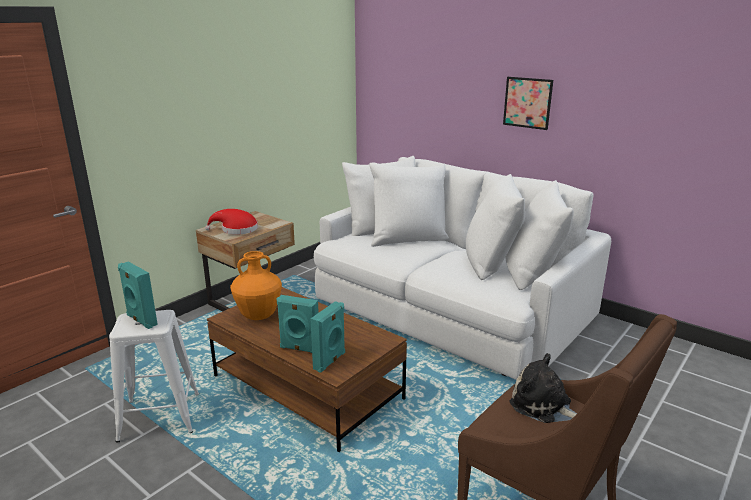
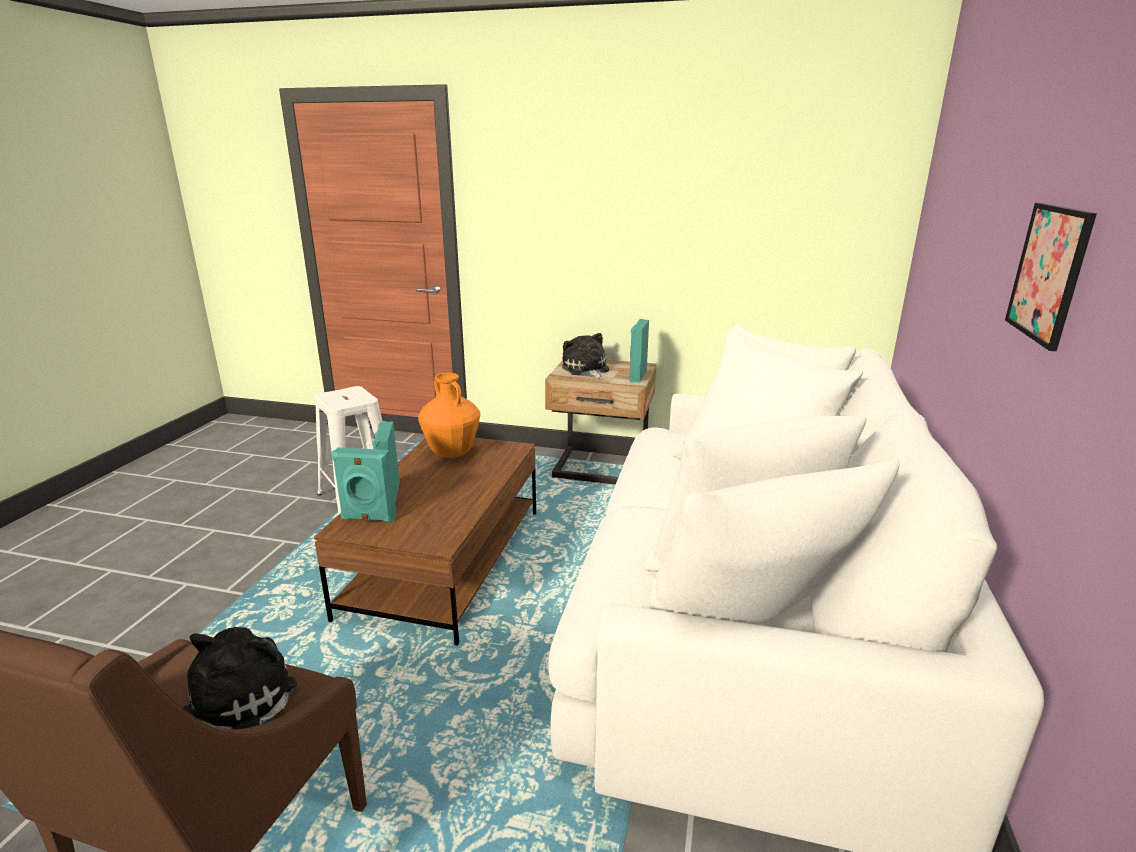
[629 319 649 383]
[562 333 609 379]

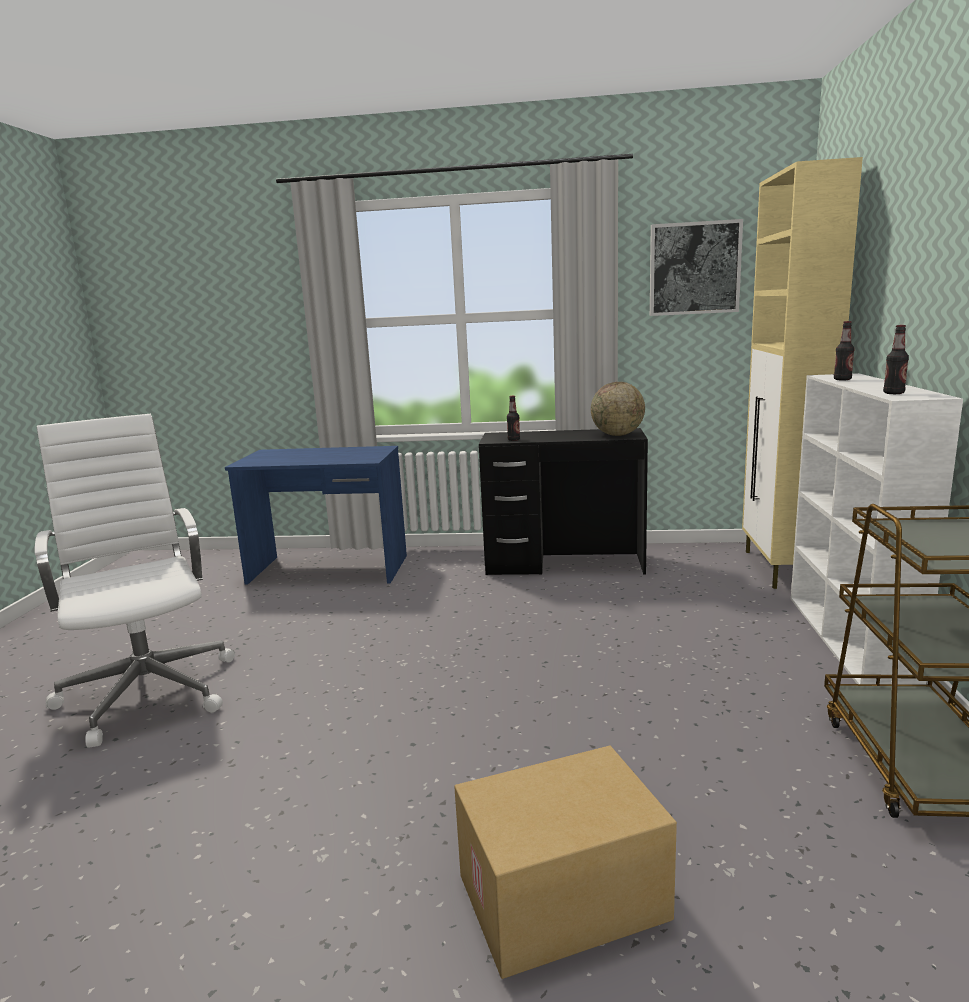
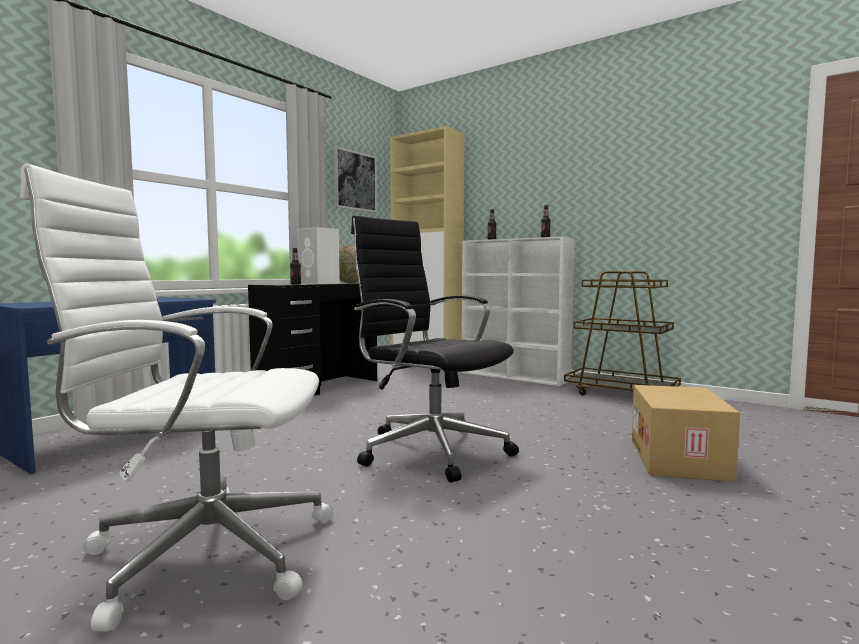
[297 227 340 284]
[351 215 519 483]

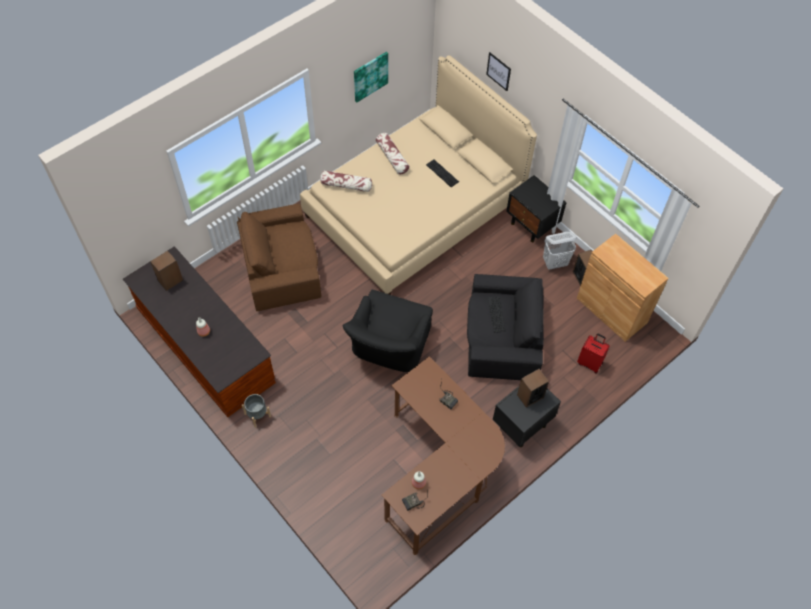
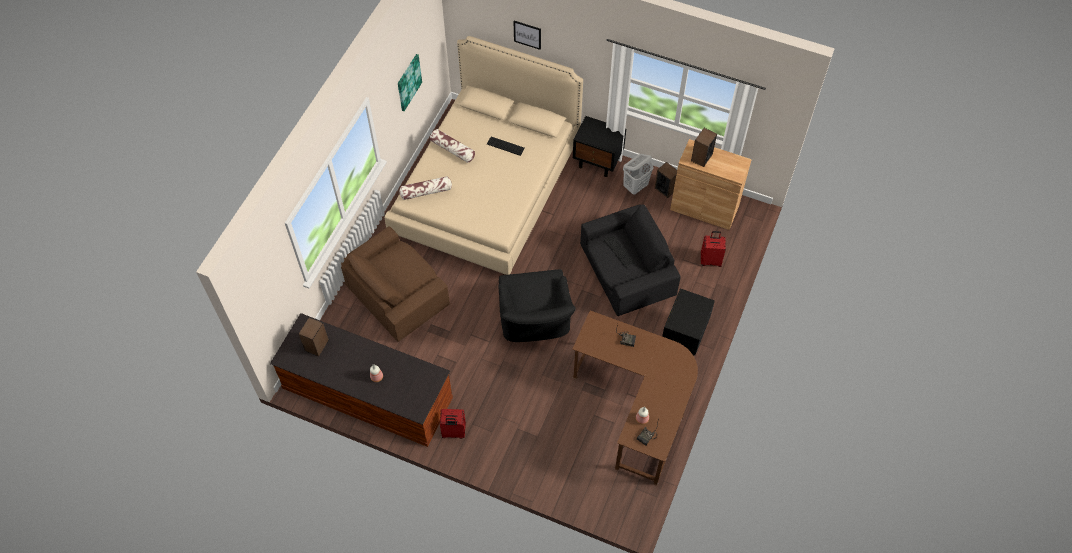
[440 409 466 439]
[691 128 717 167]

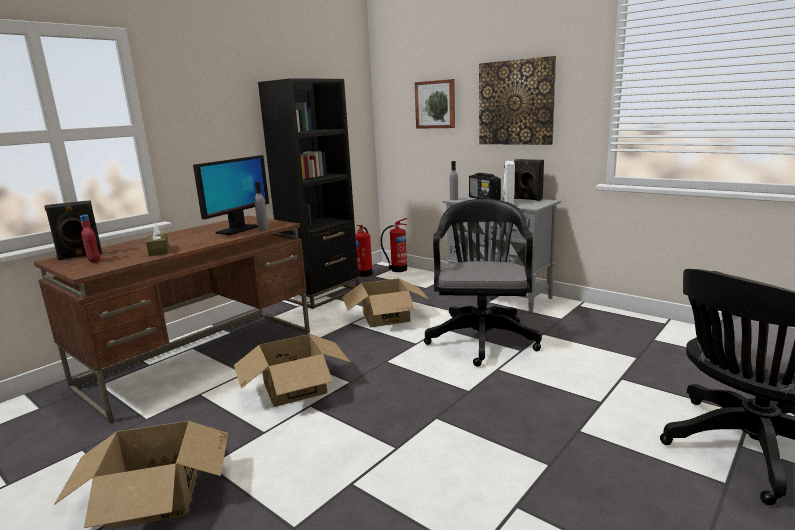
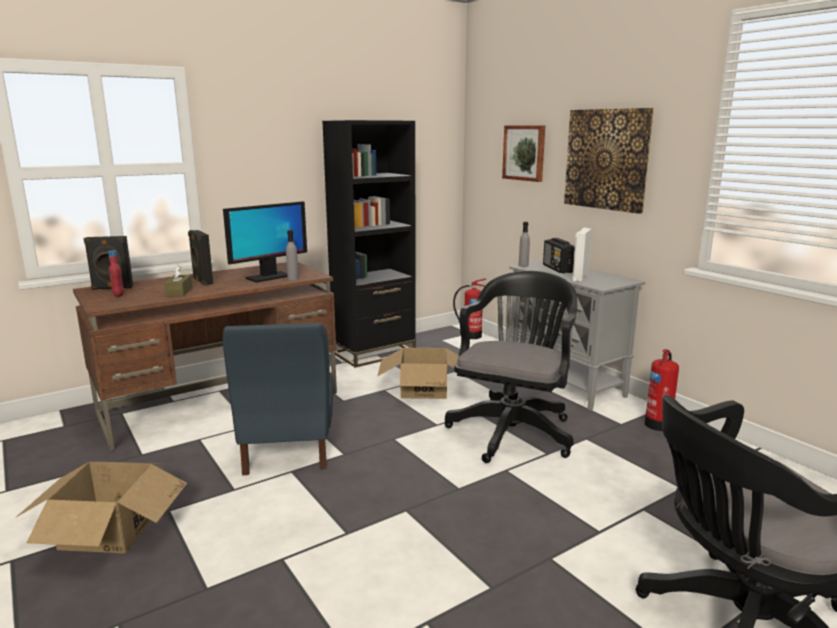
[223 323 333 475]
[644 349 679 431]
[188 230 213 286]

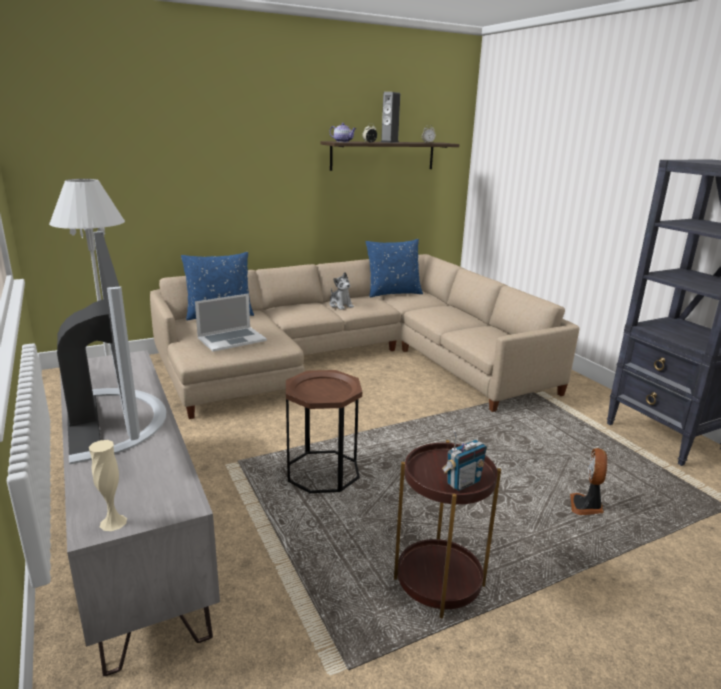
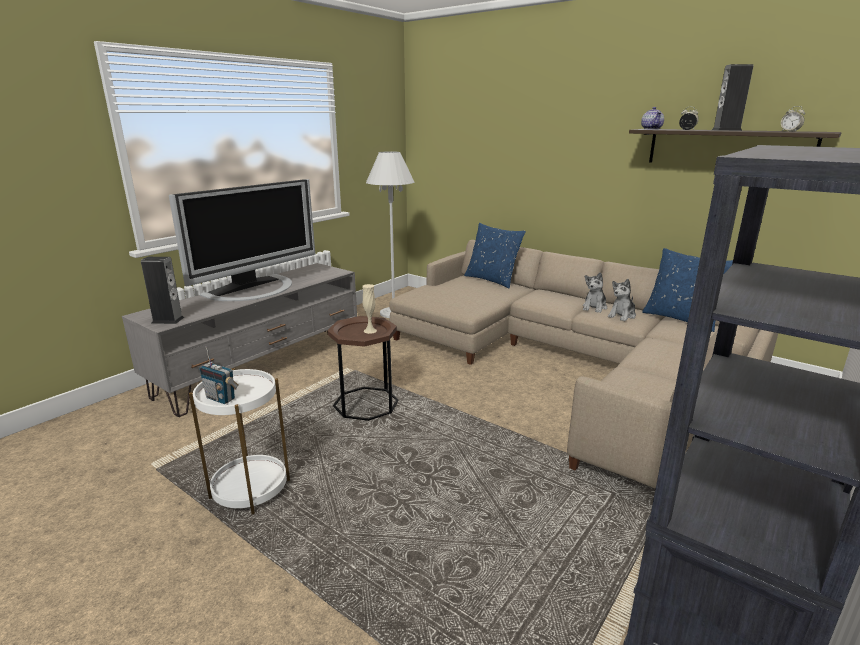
[362 284 377 334]
[195 293 267 352] (first image)
[189 368 290 514]
[570 448 607 515] (first image)
[141 257 184 324]
[608 279 636 321]

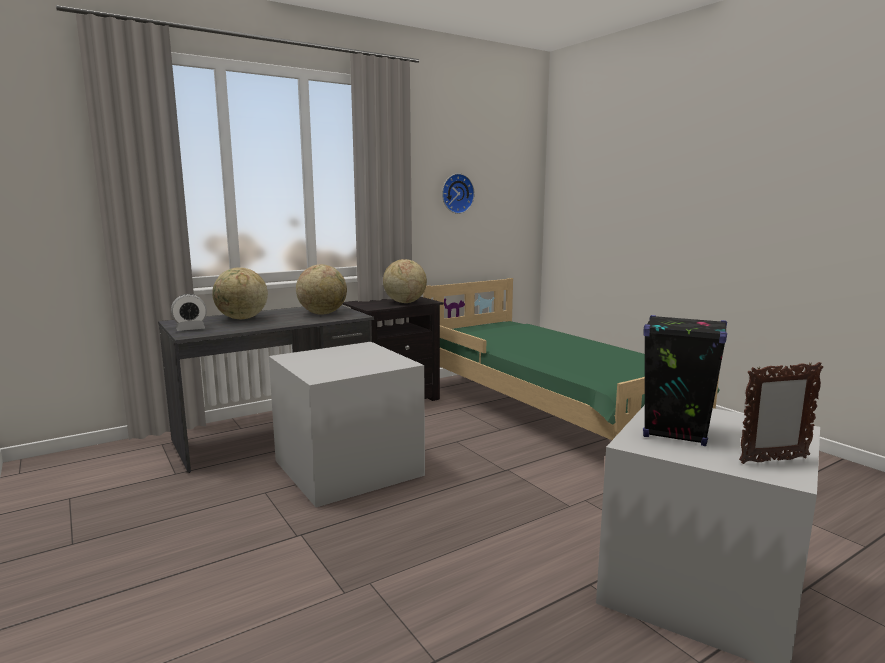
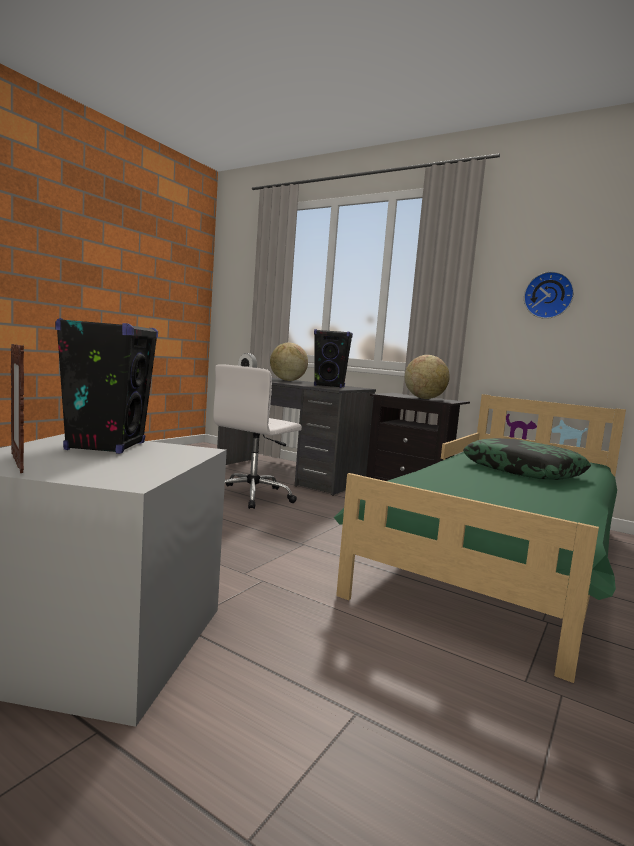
[213 365 302 509]
[314 329 353 388]
[463 438 591 480]

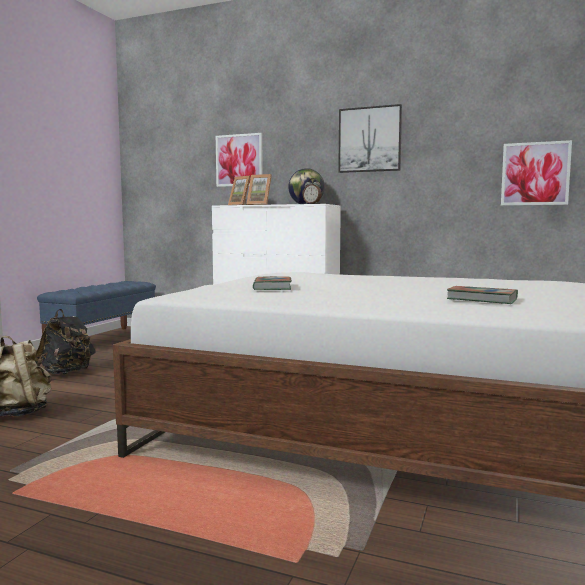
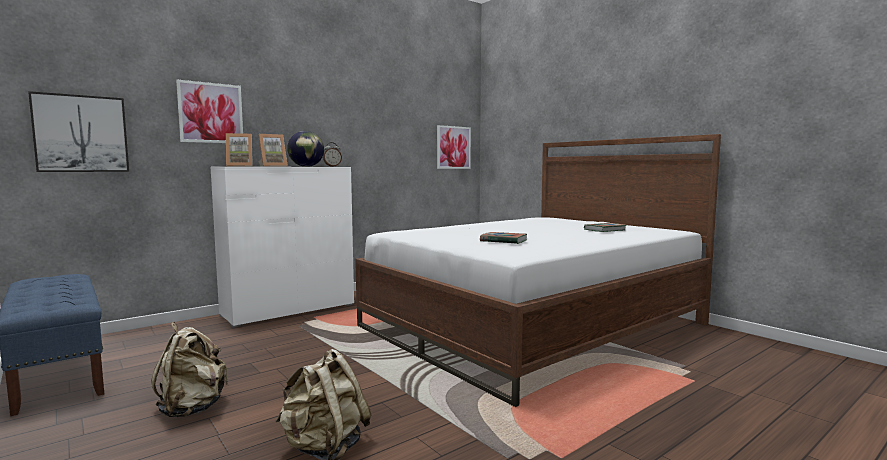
[151 322 228 417]
[28 91 129 172]

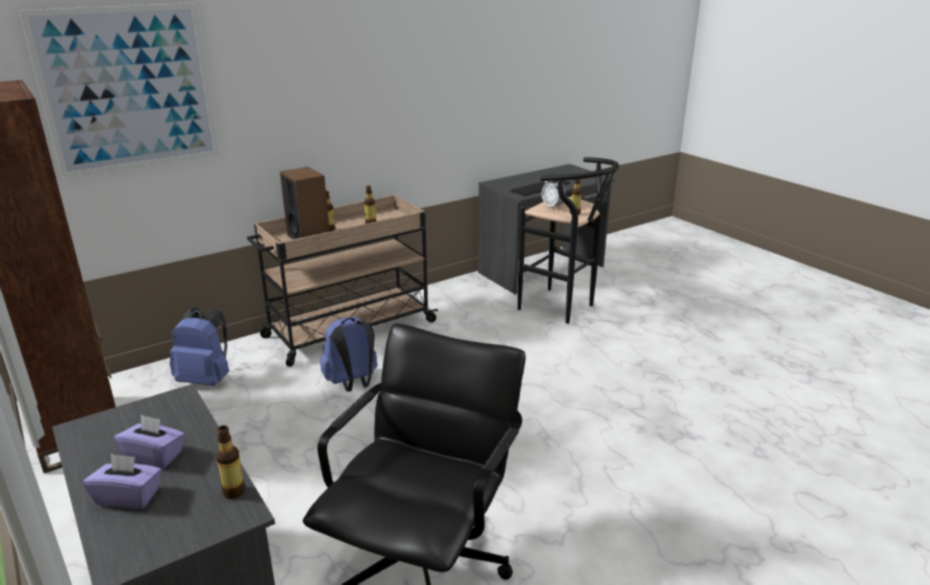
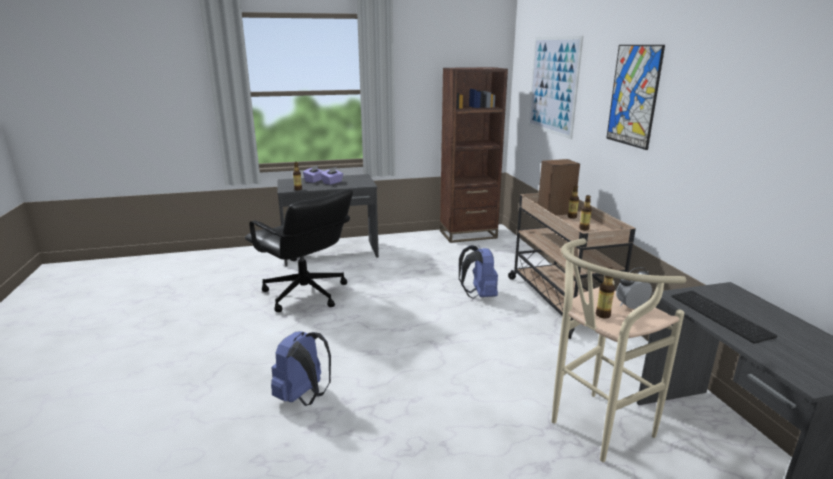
[271 331 331 406]
[552 238 686 462]
[606 45 665 150]

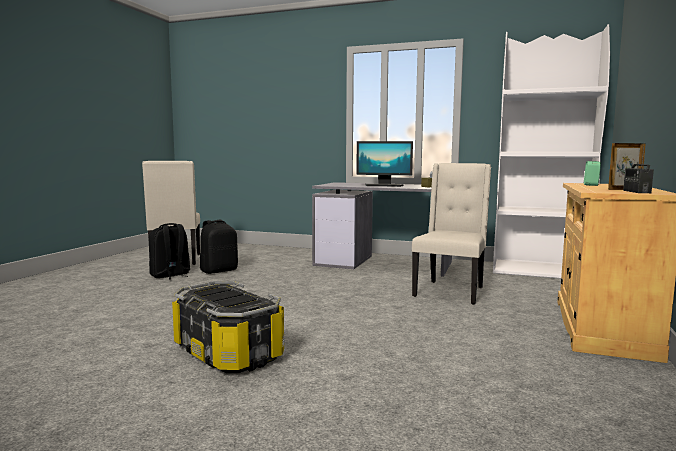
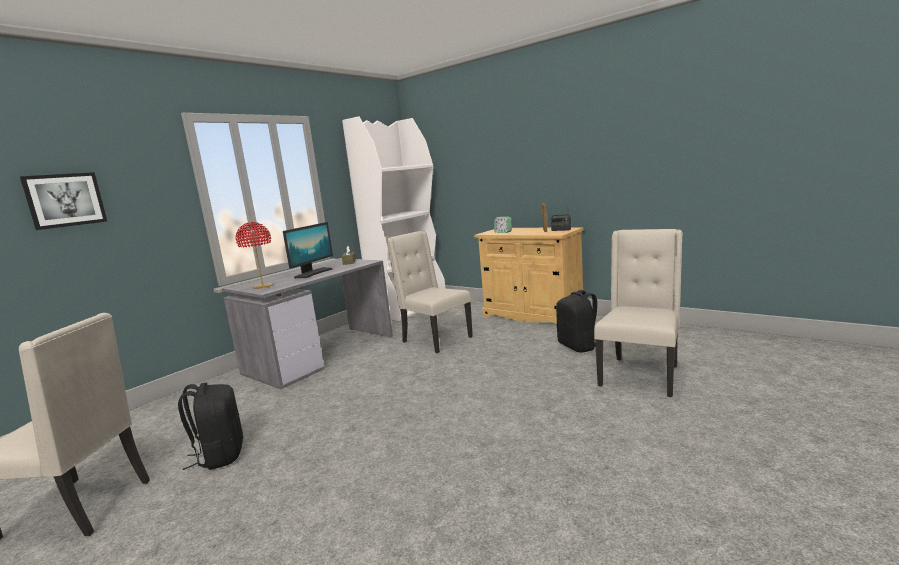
[556 290 597 353]
[172 281 285 373] (first image)
[20 172 107 230]
[236 222 273 289]
[594 229 683 397]

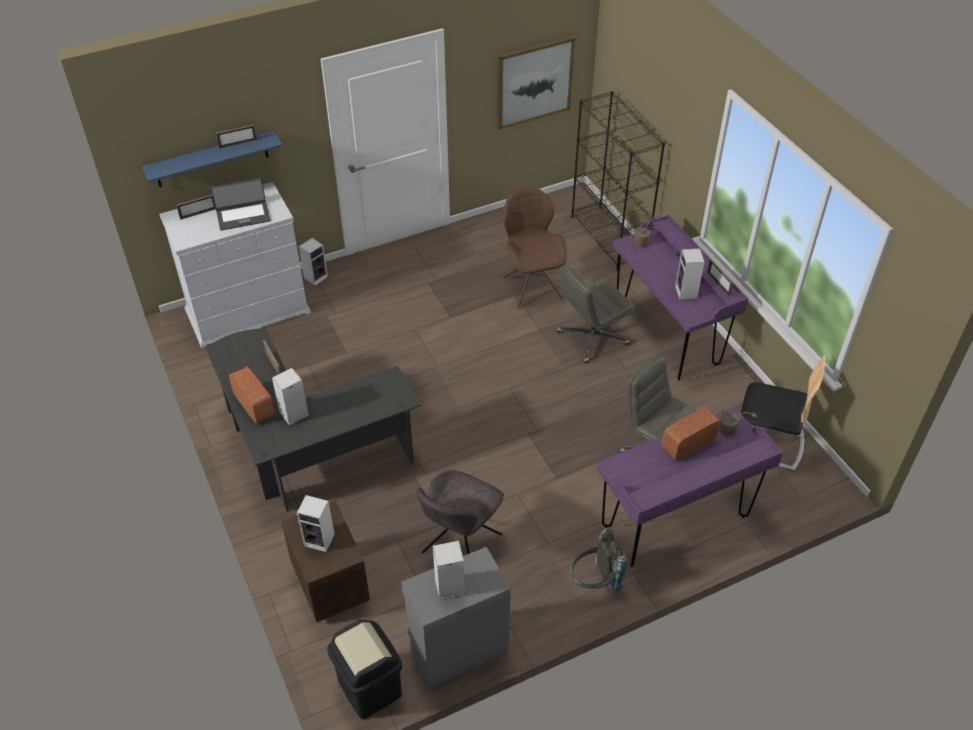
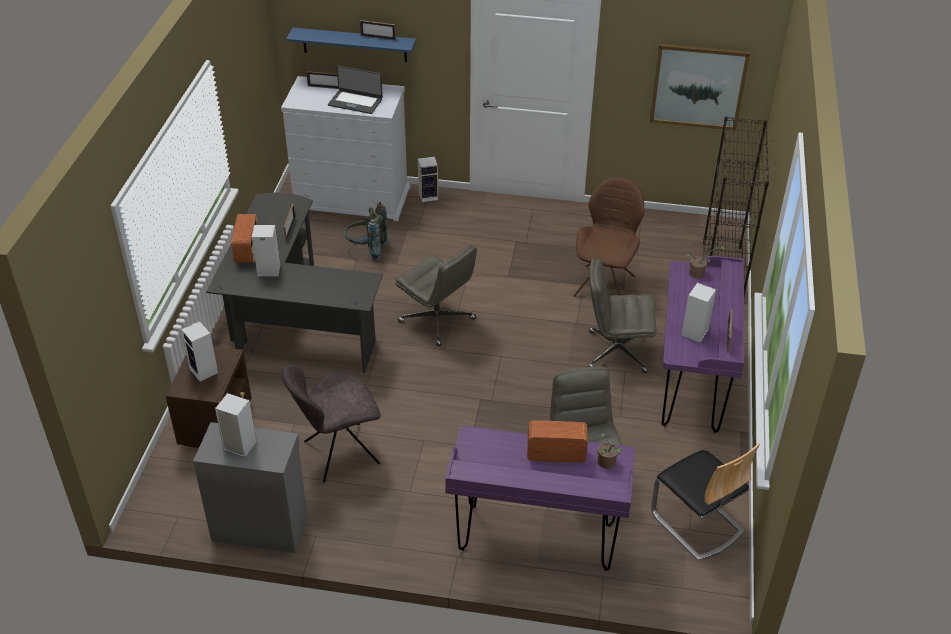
[327 620 402 719] (first image)
[344 202 388 261]
[395 244 477 346]

